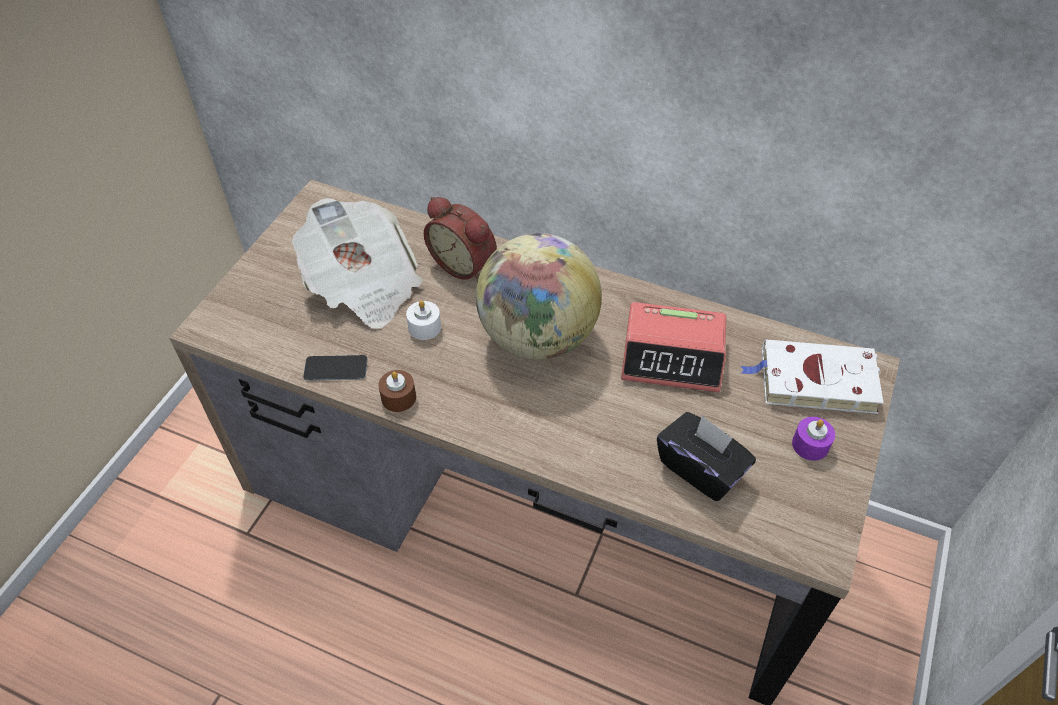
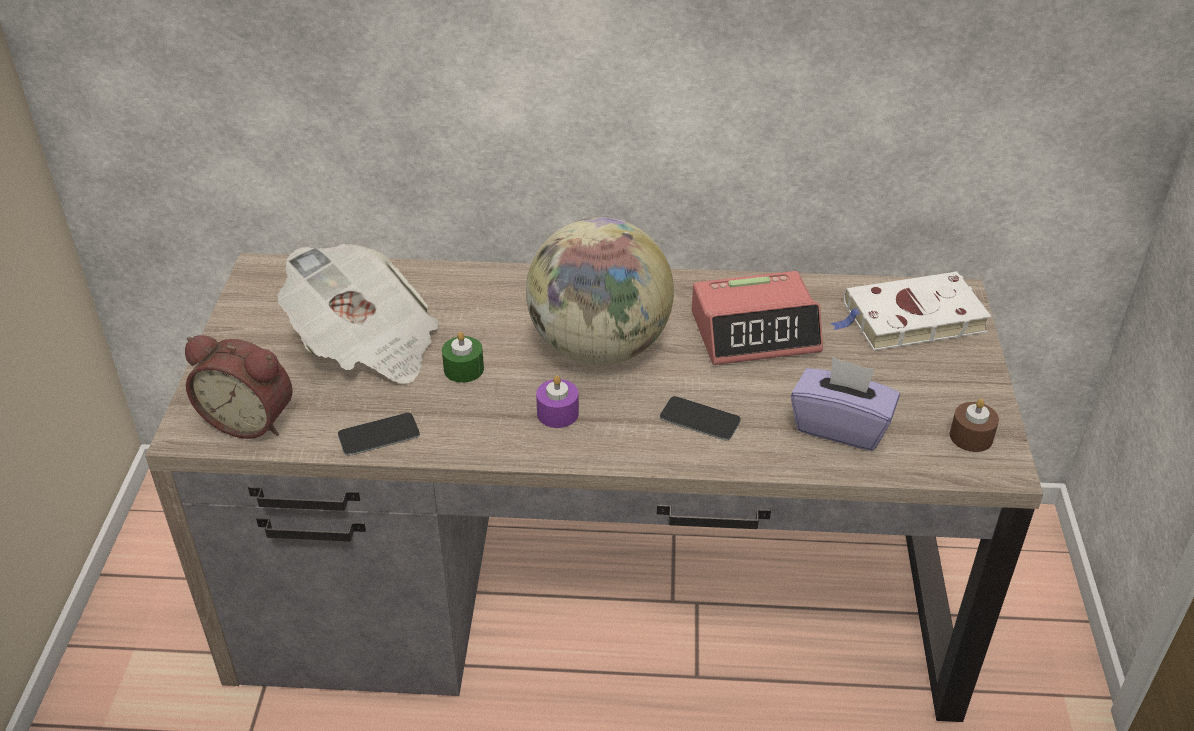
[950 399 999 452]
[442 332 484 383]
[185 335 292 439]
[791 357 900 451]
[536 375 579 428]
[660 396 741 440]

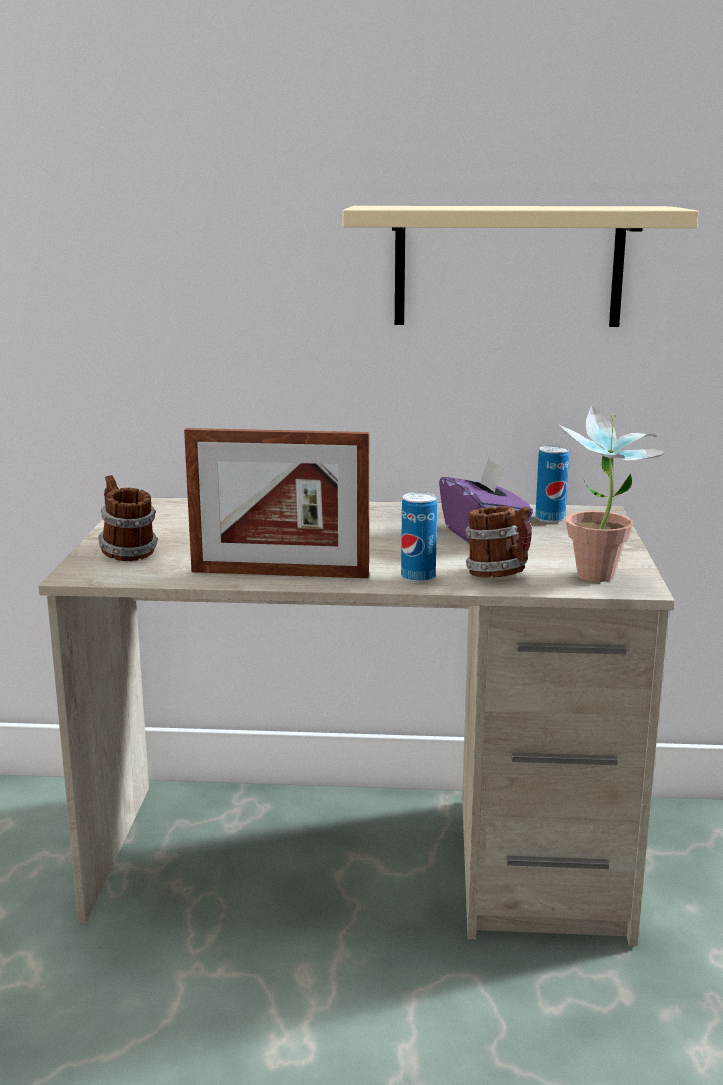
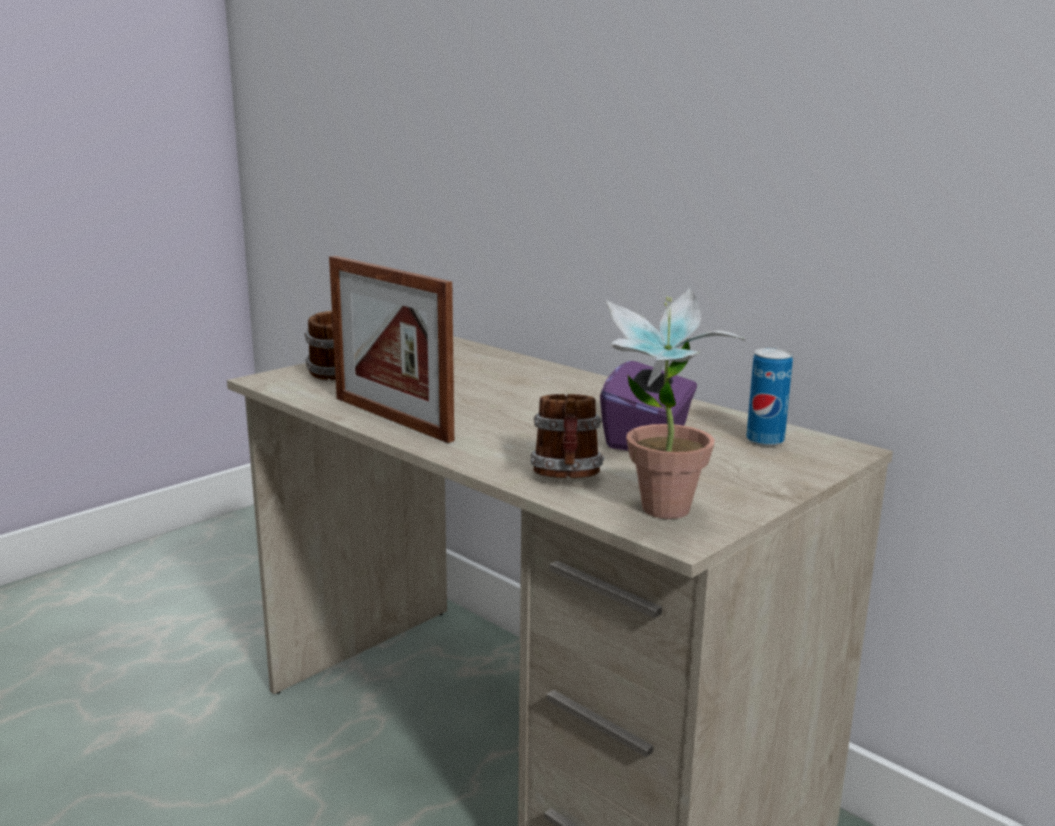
[342 206 699 327] (first image)
[401 492 437 583] (first image)

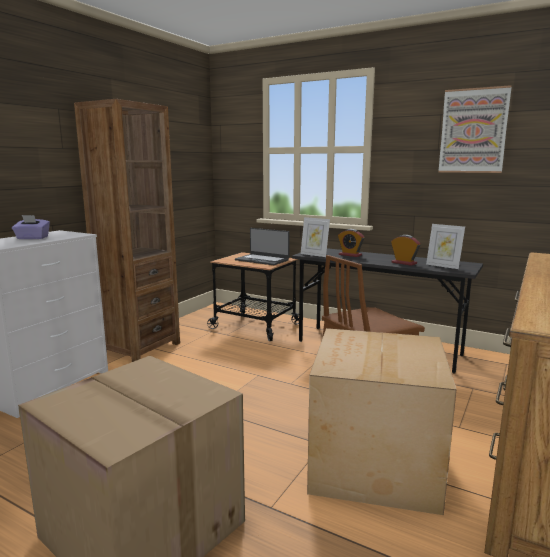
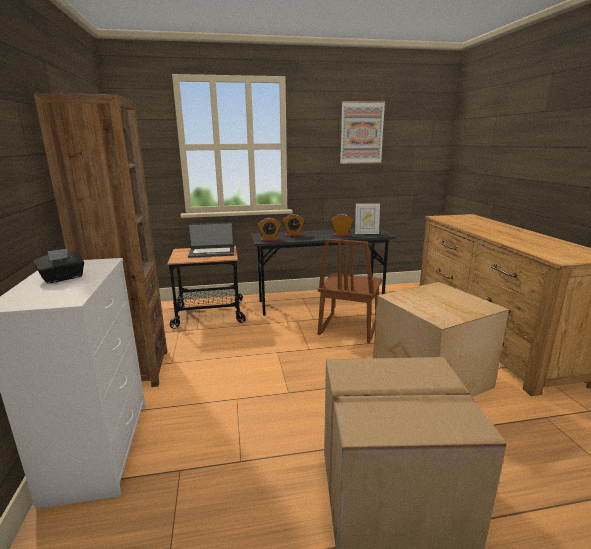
[33 248 84 284]
[258 218 281 242]

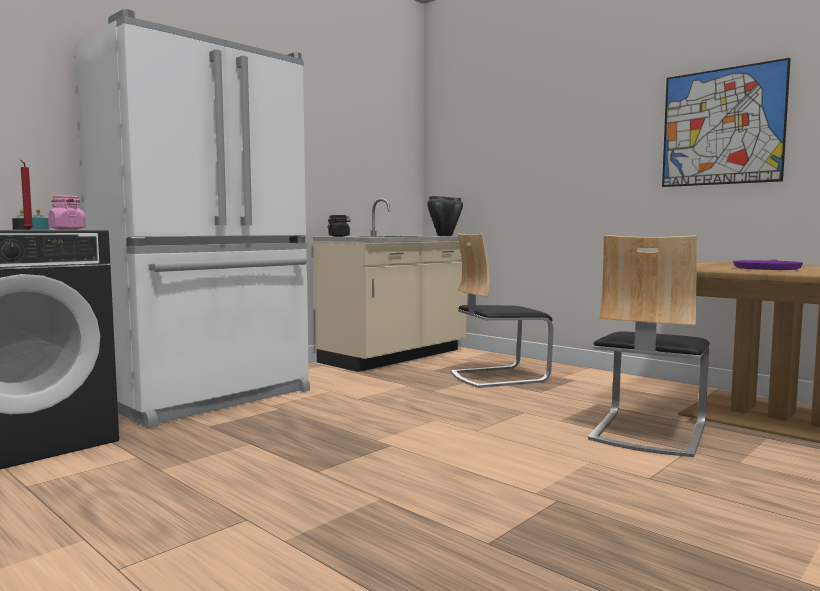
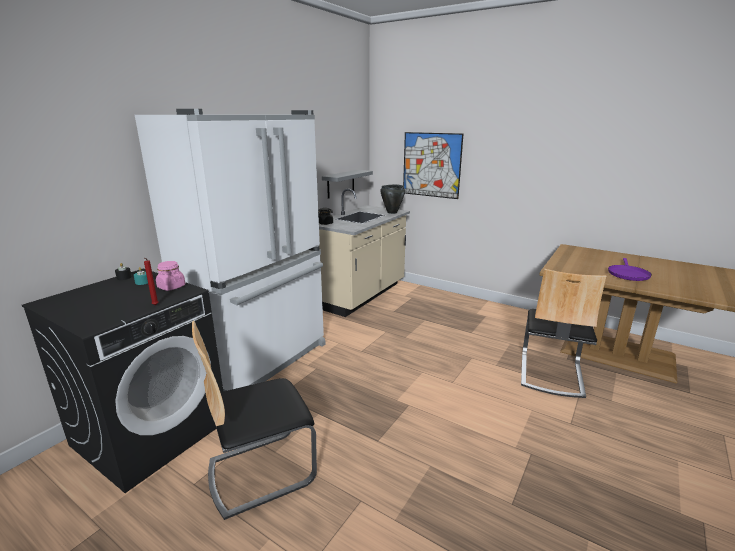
[192 321 317 520]
[403 132 463 199]
[322 170 373 199]

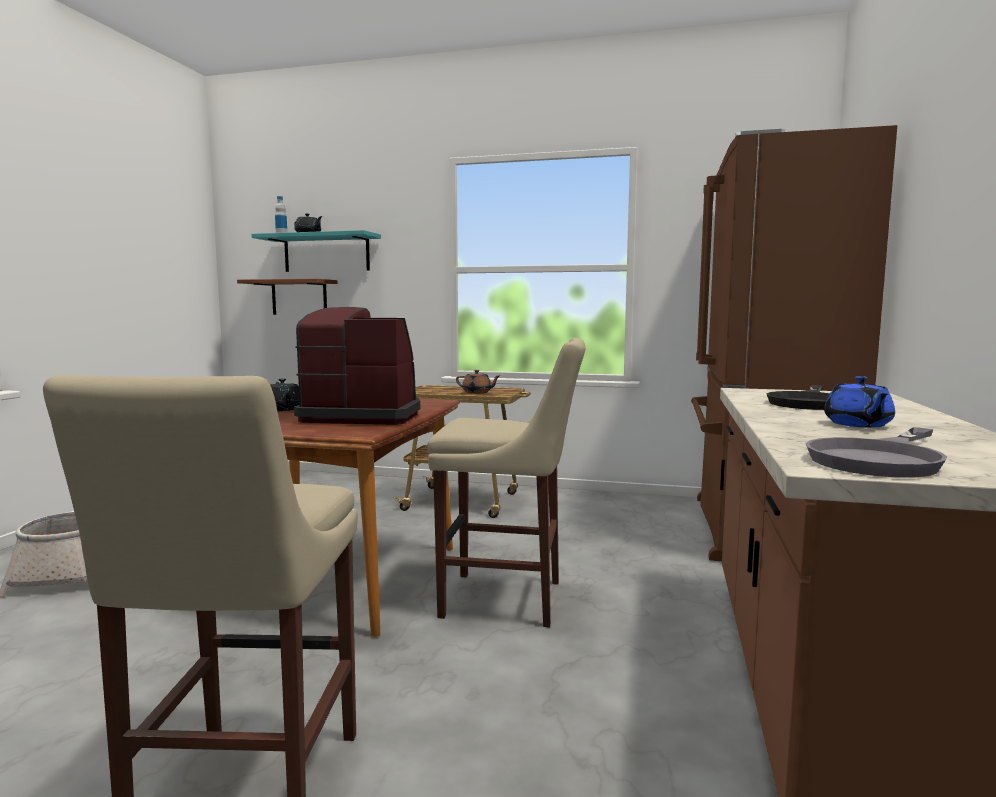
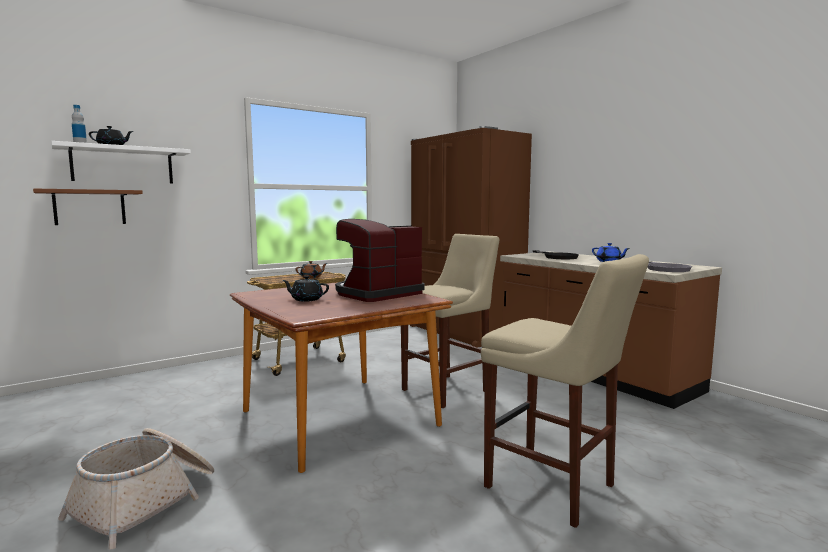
[51 141 191 183]

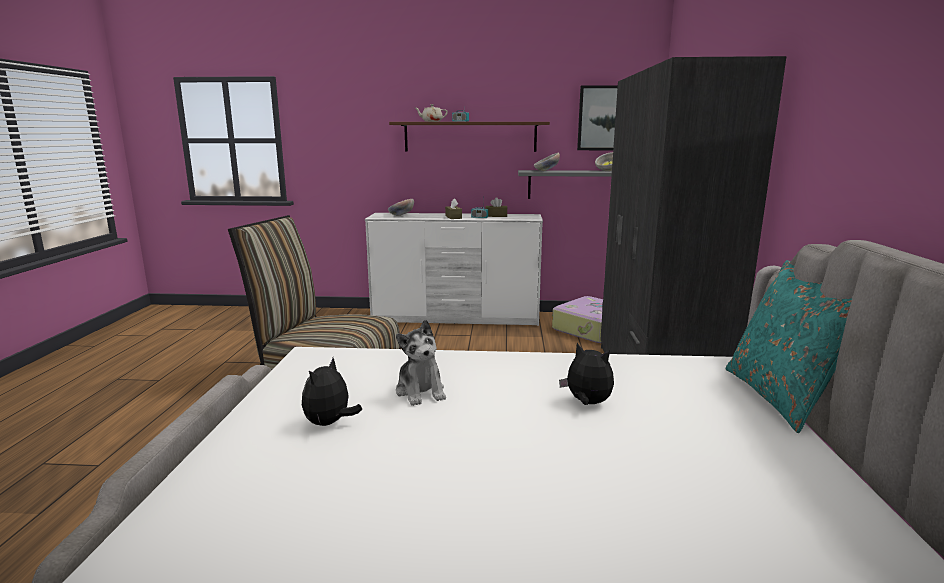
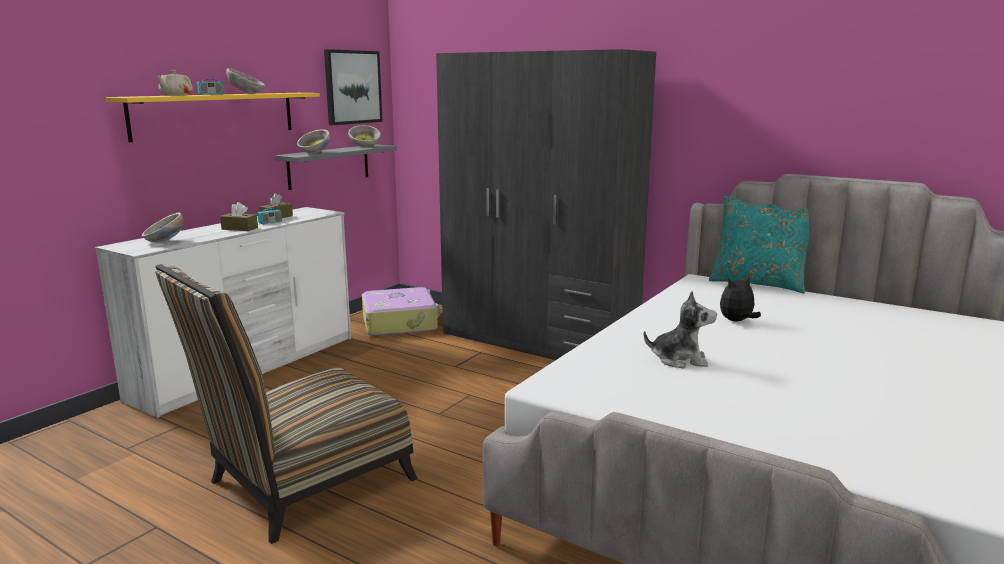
[302 358 362 426] (first image)
[106 93 320 142]
[226 68 265 94]

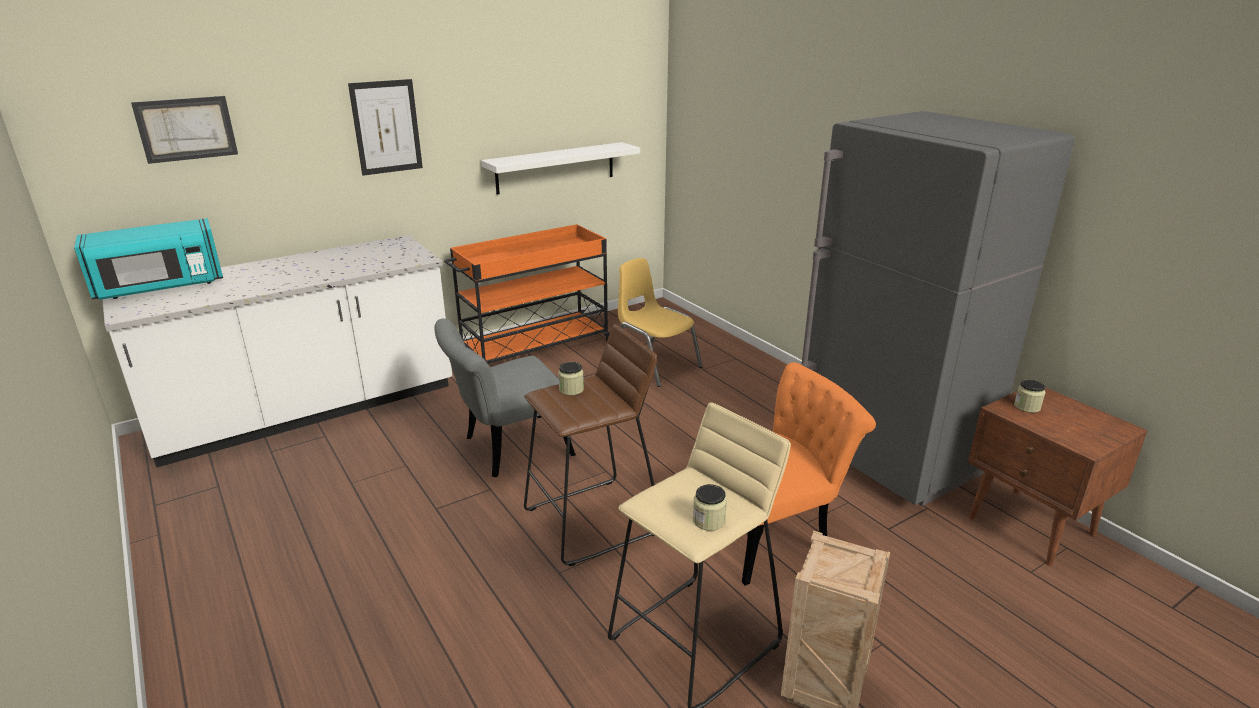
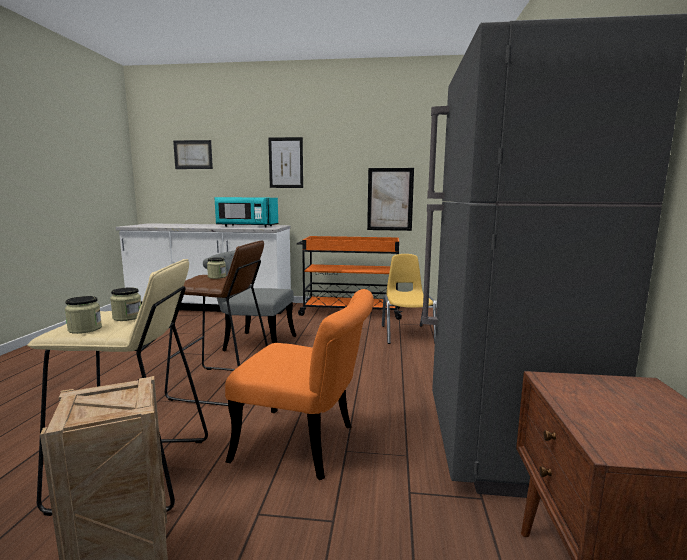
[214 197 278 227]
[367 168 414 231]
[110 287 141 321]

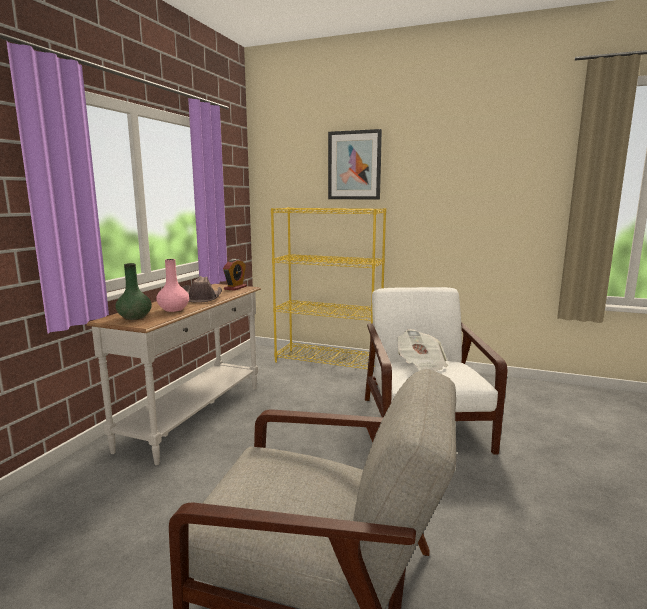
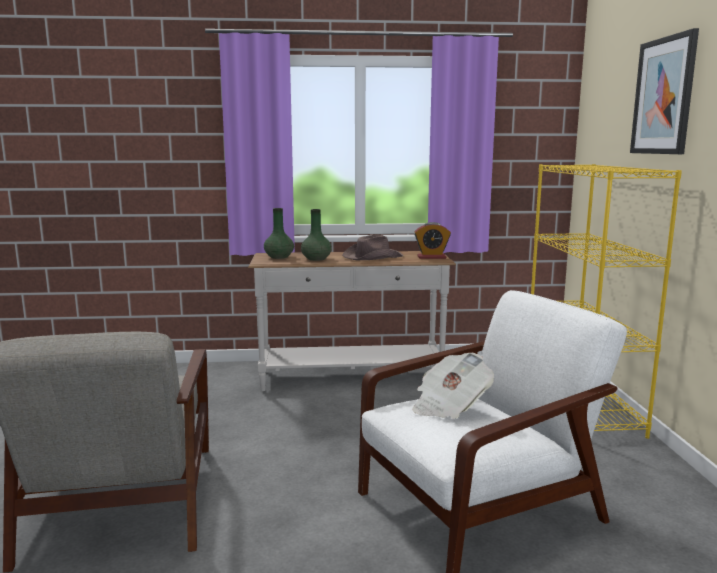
[301 209 332 261]

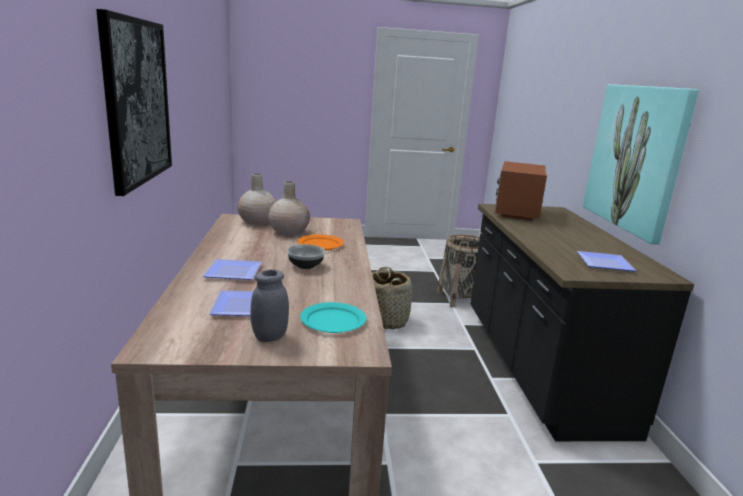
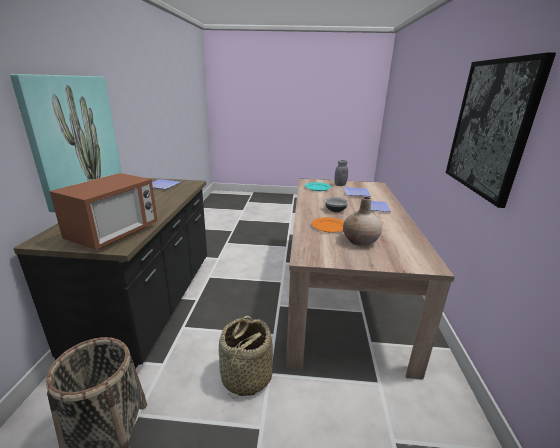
[237 174 276 225] (first image)

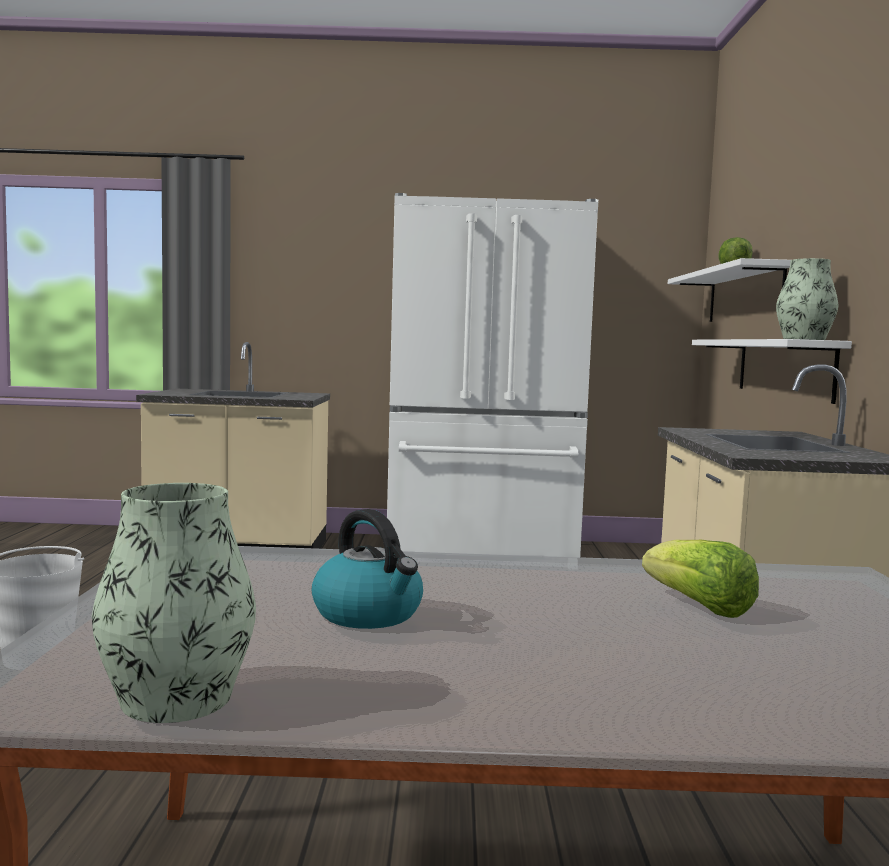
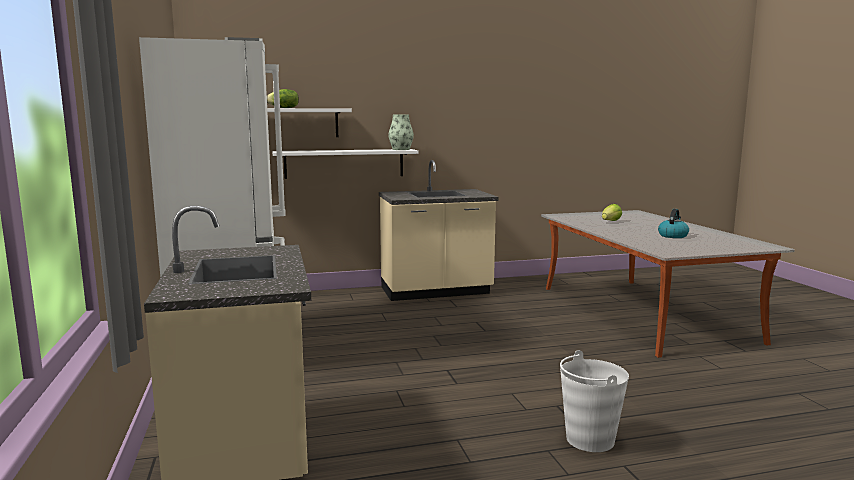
[92 483 256 723] (first image)

